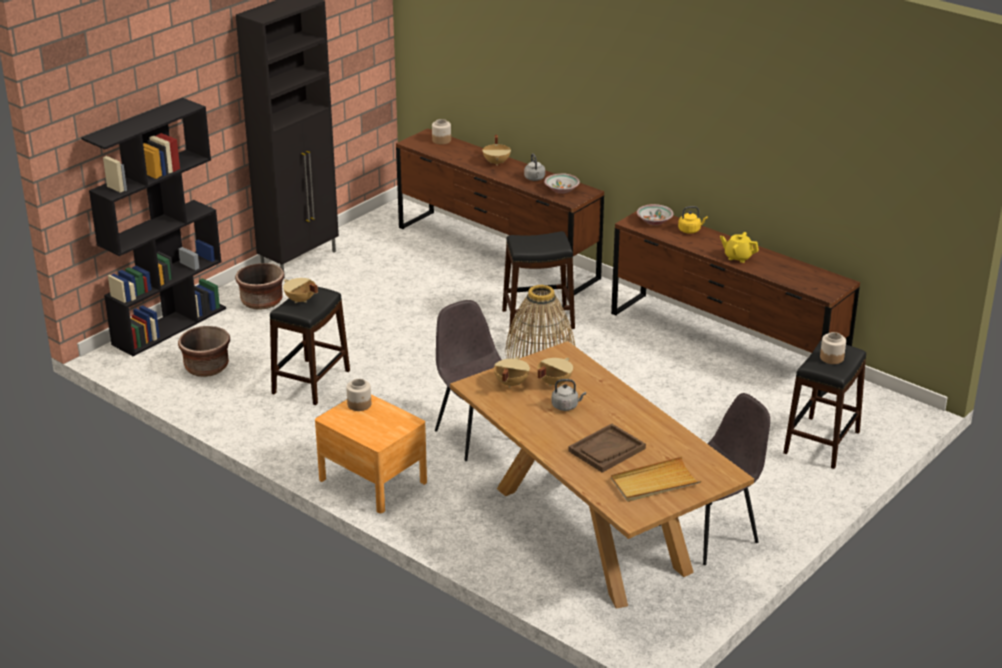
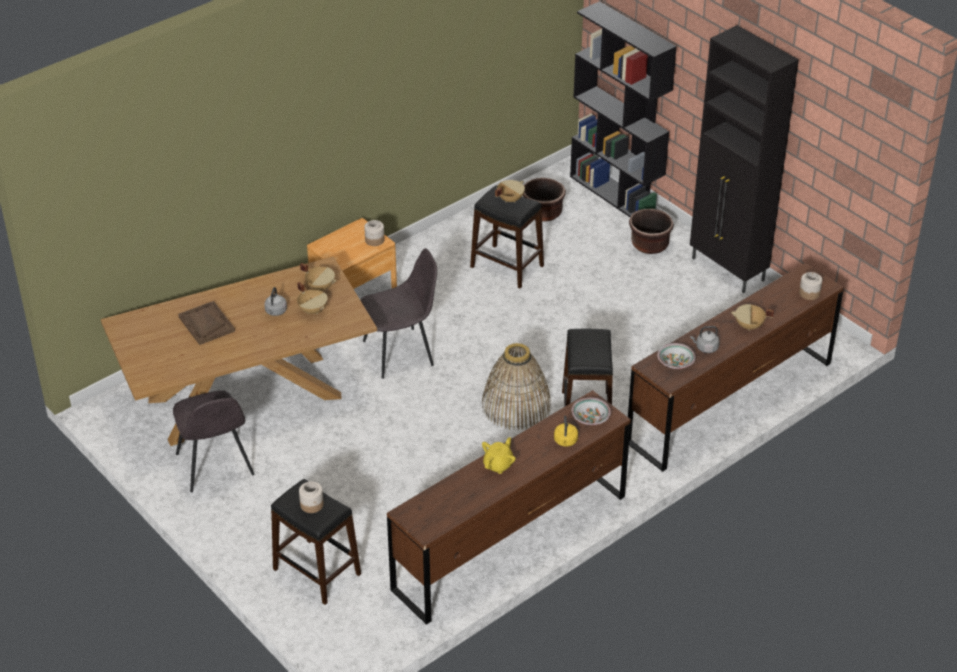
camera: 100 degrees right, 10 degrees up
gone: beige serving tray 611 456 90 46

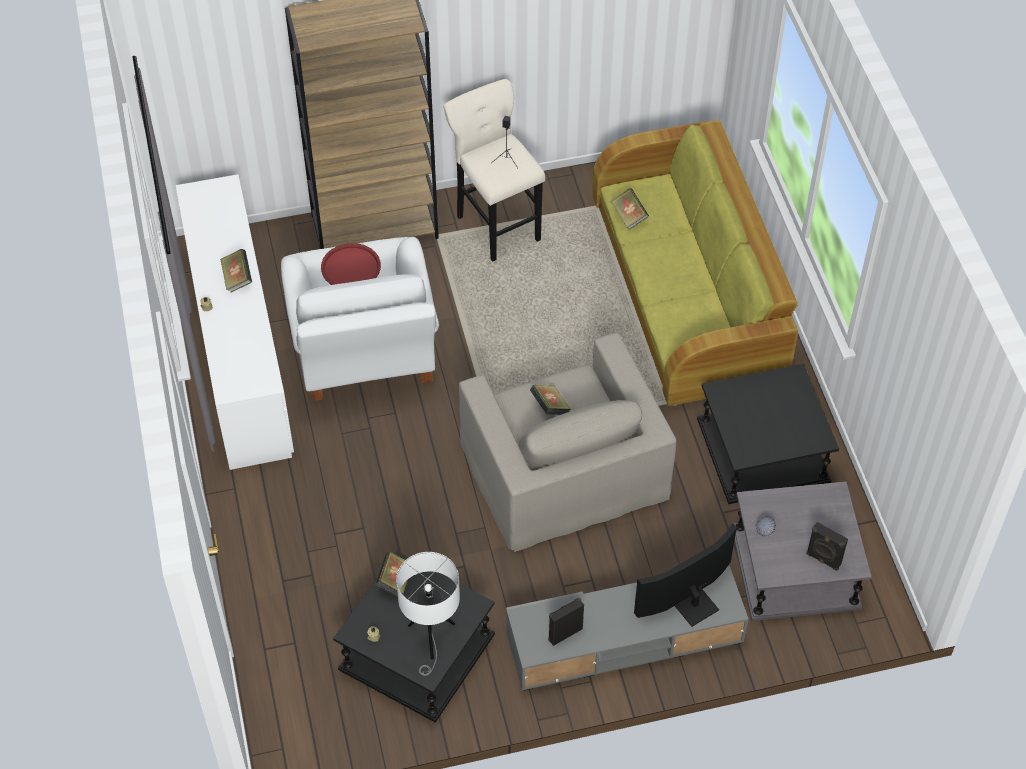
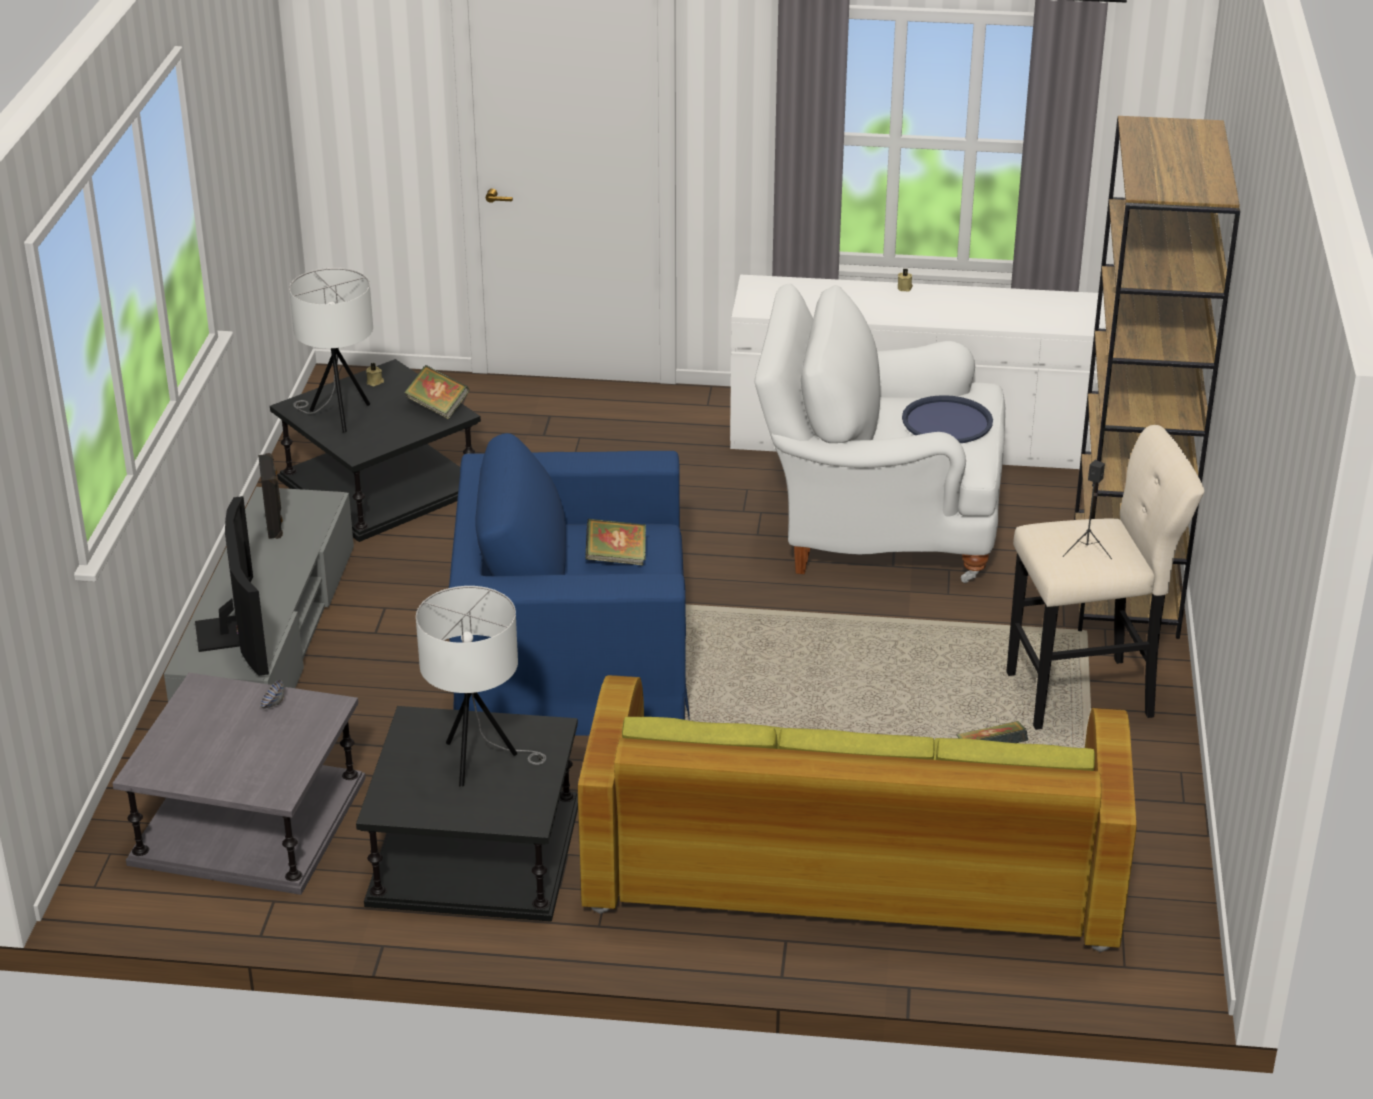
camera: 110 degrees right, 20 degrees down
gone: book 220 249 32 43; black-coloured speaker 806 522 42 49
new: whitish lamp for a table 416 586 130 201
repainted: reddish serving tray 321 243 60 42 to bluish serving tray 902 395 91 48; beige armchair 459 332 218 220 to bluish armchair 449 433 241 303

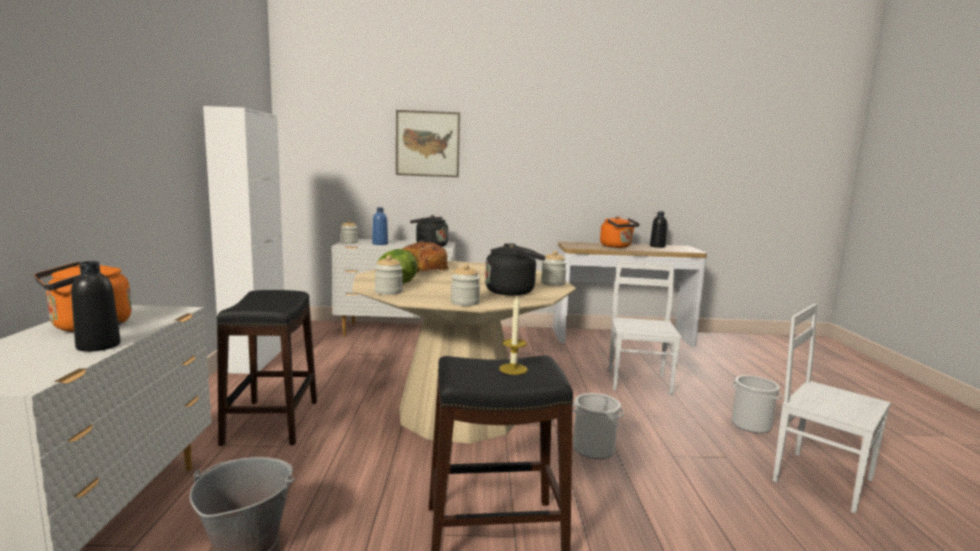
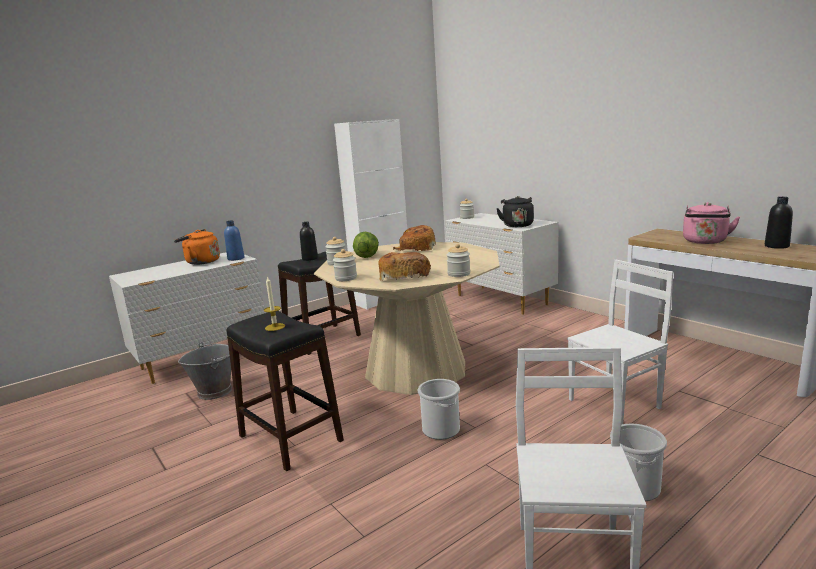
camera: 55 degrees right, 5 degrees up
gone: wall art 396 110 64 67
shifted: black-coloured bottle 71 261 50 91 to 300 222 18 39; bluish bottle 372 207 16 38 to 224 220 20 41
swapped: black-coloured water kettle 485 243 61 53 to baked bread 379 252 52 29
repainted: orange-coloured water kettle 600 216 40 32 to pink-coloured water kettle 683 202 57 42

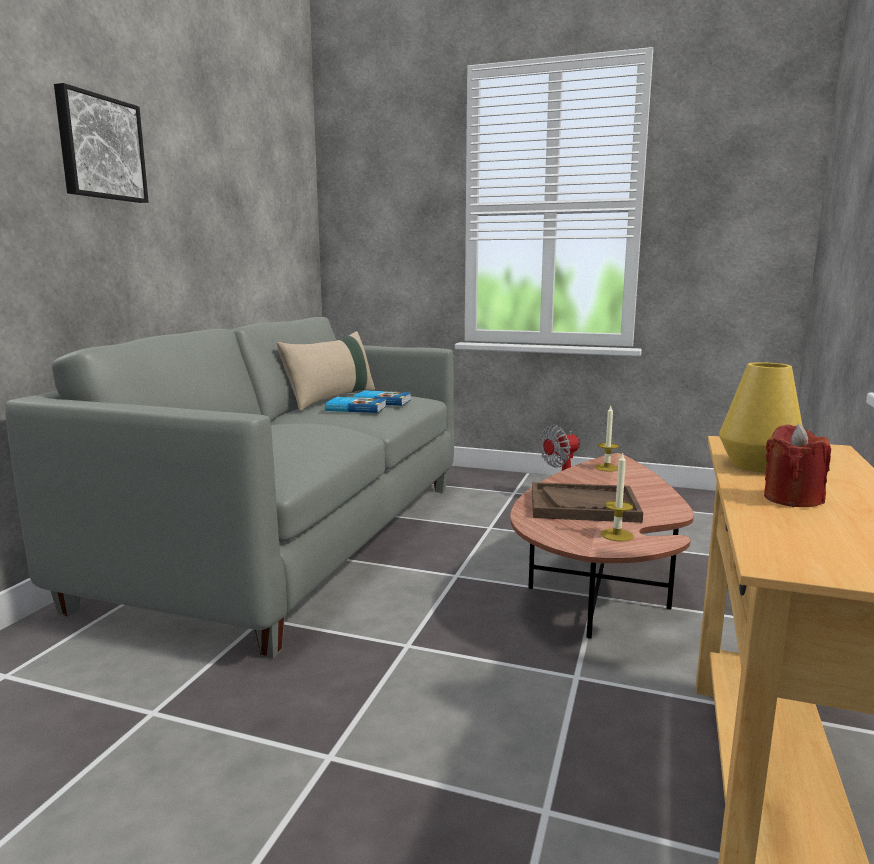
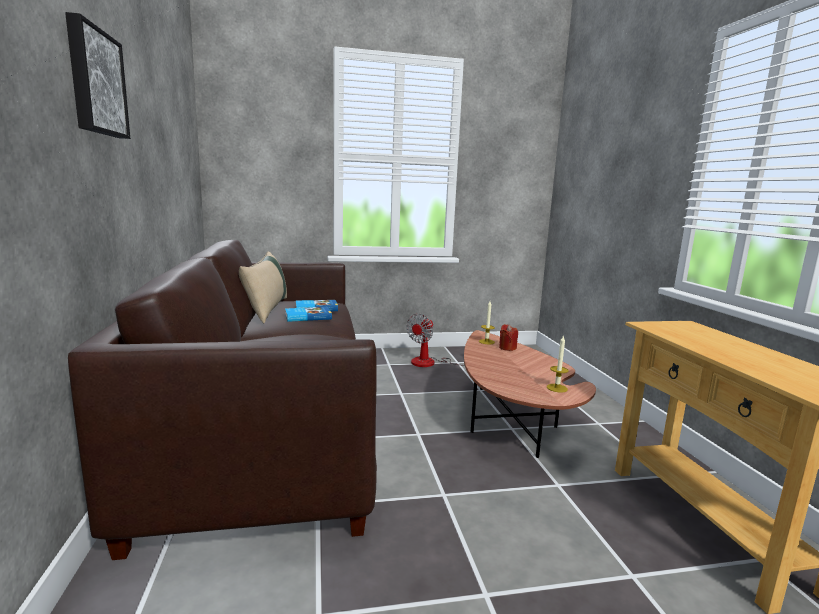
camera: 30 degrees left, 0 degrees up
gone: brownish serving tray 532 482 111 41; yellowish vase 719 362 84 111
shifted: reddish candle 764 424 67 83 to 499 324 19 27
repainted: greyish couch 5 317 449 342 to brownish couch 68 240 309 320

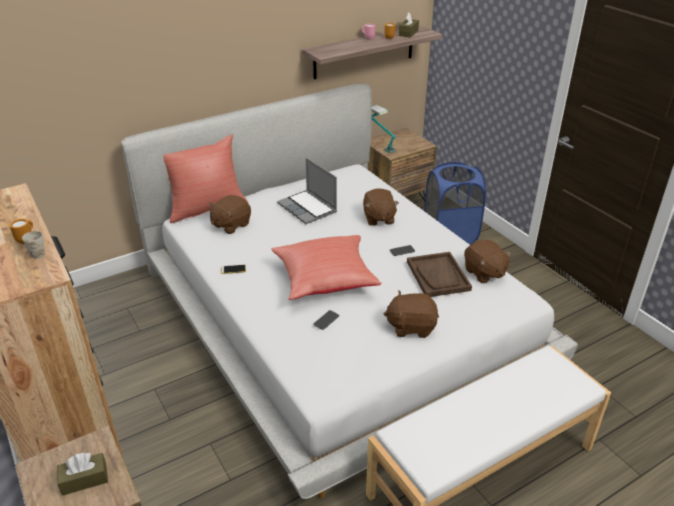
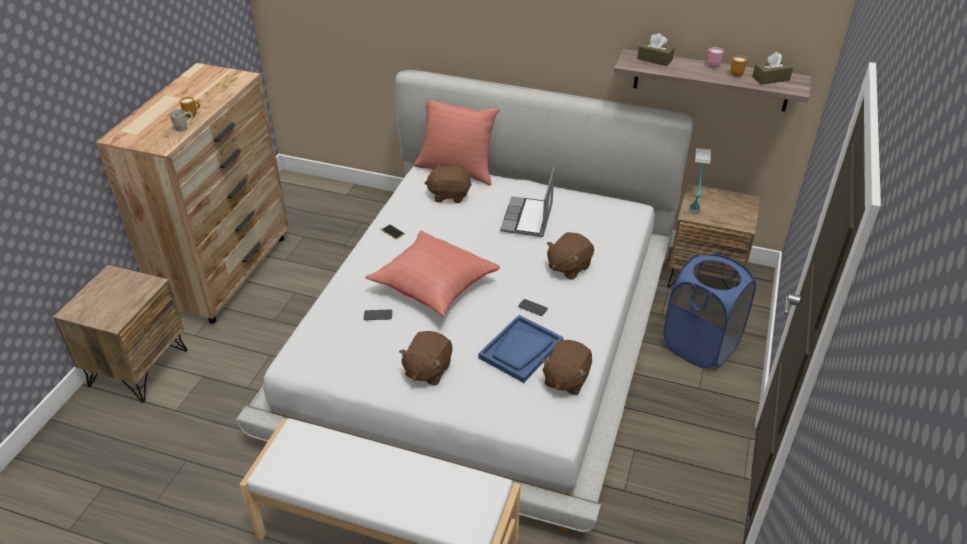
camera: 50 degrees right, 5 degrees up
shifted: brownish tissue holder 57 452 51 44 to 637 33 38 33
repainted: brownish serving tray 407 252 65 45 to bluish serving tray 478 315 85 68
rotated: brownish soft toy 384 290 55 48 = 399 331 54 54 120 degrees counterclockwise

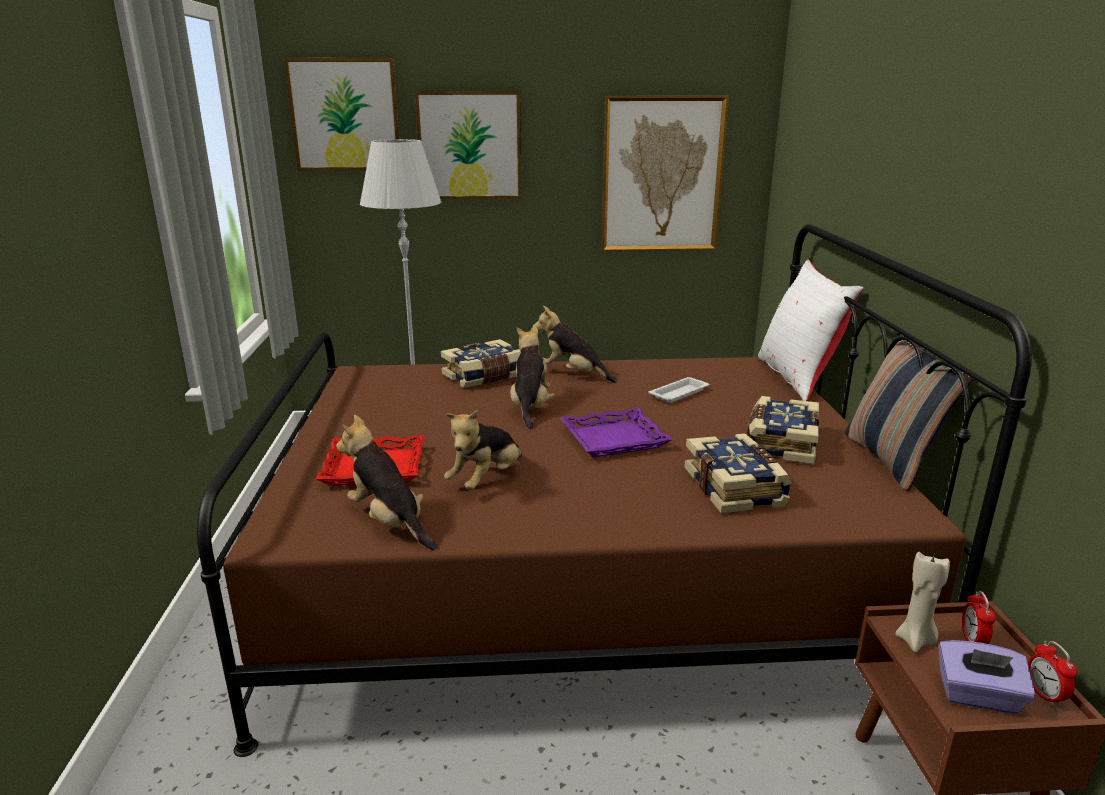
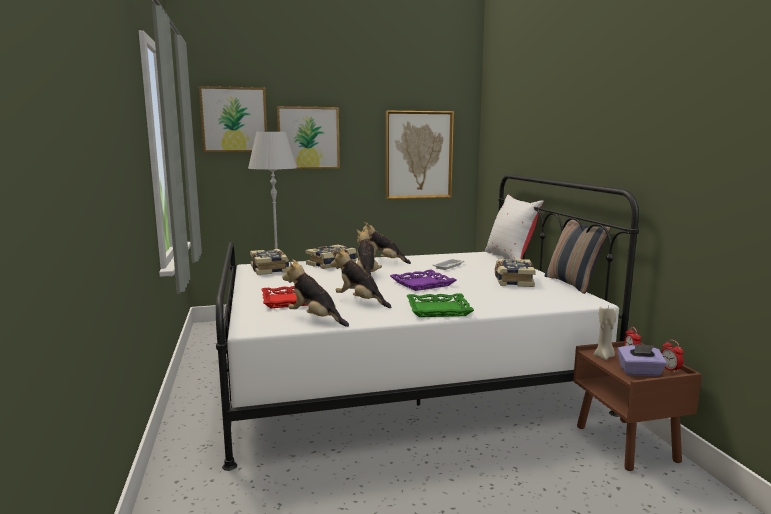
camera: 10 degrees left, 10 degrees down
new: greenish serving tray 407 293 67 24
shifted: book 684 433 108 81 to 250 249 39 26
repainted: brownish sleeping bed 197 224 835 533 to whitish sleeping bed 216 174 423 297
rotated: soft toy 444 410 78 80 = 331 248 60 60 105 degrees clockwise

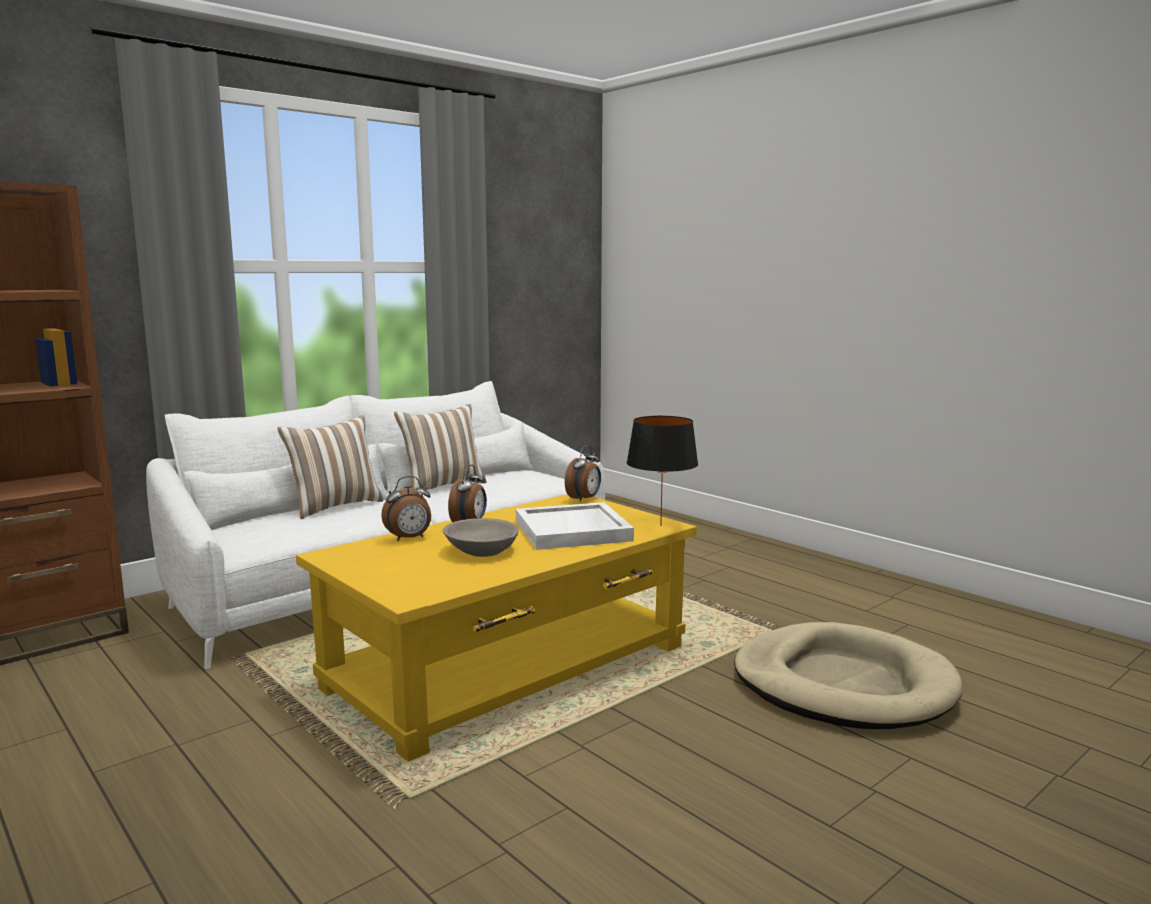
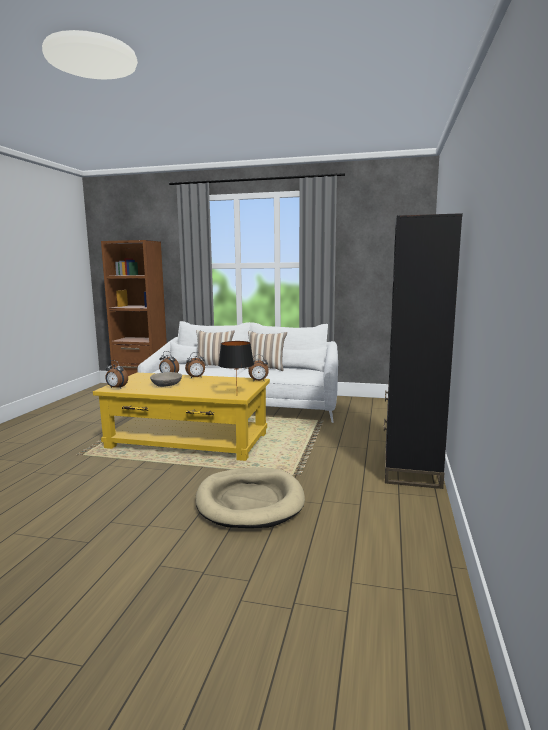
camera: 55 degrees right, 0 degrees up
gone: whitish serving tray 516 502 118 48
new: bedside clock 105 360 23 29; black-coloured bookshelf 384 213 79 276

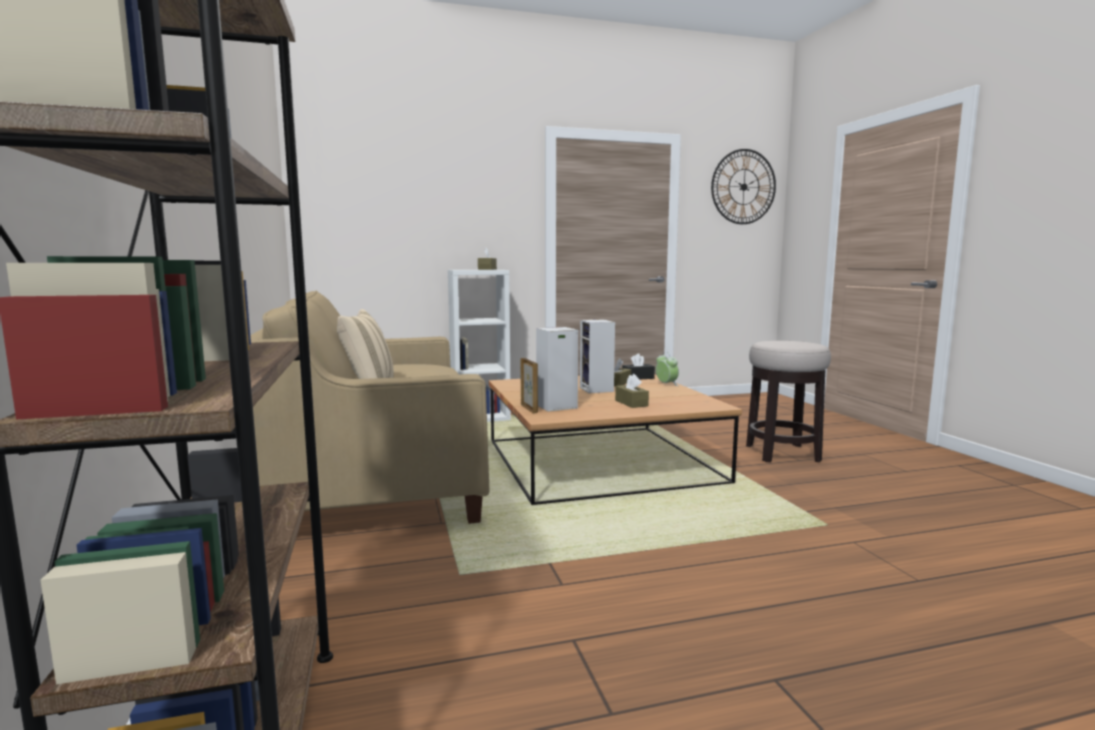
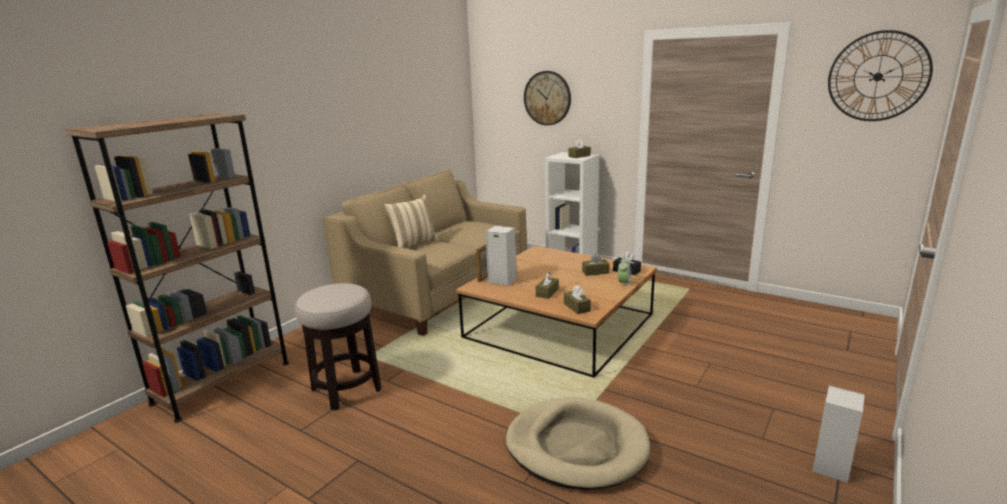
camera: 50 degrees right, 10 degrees up
new: beige dog bed 505 397 145 93; clock on the wall 524 71 47 55; brownish tissue holder 564 285 27 29
shifted: speaker 580 319 35 74 to 812 386 53 97; sitting stool 746 341 85 121 to 295 283 86 127

